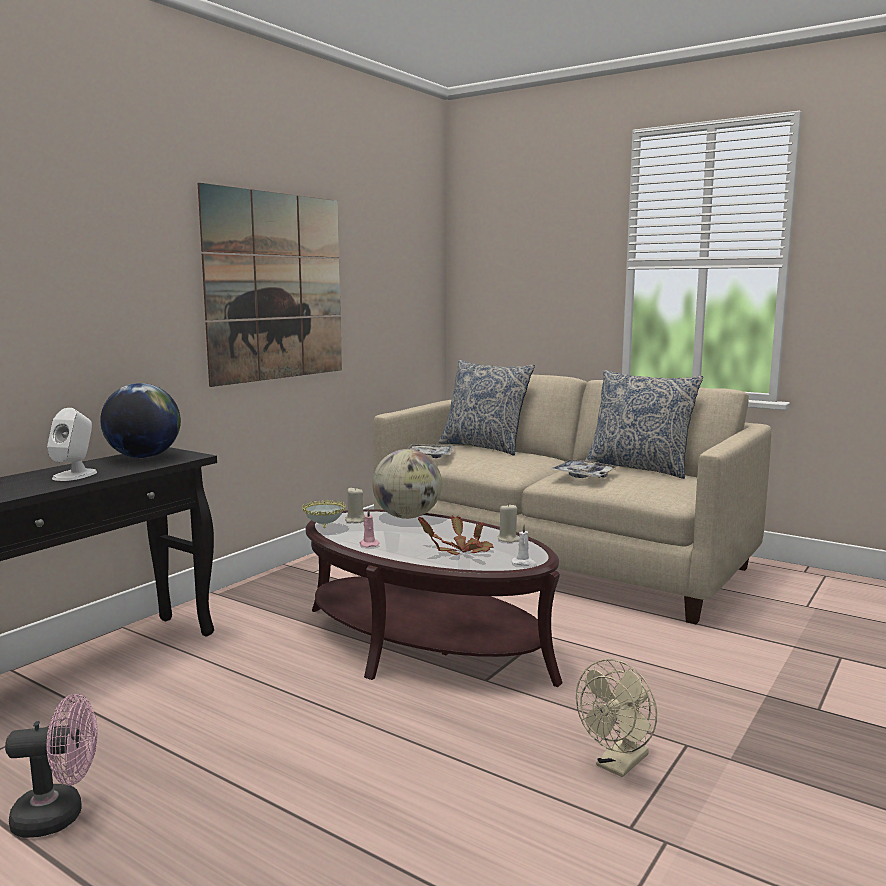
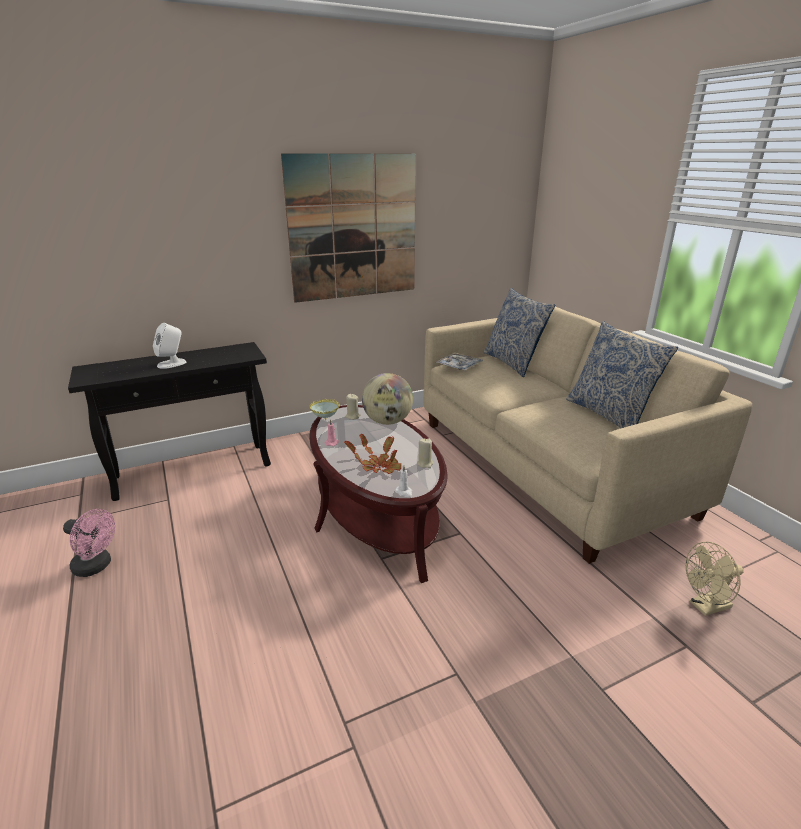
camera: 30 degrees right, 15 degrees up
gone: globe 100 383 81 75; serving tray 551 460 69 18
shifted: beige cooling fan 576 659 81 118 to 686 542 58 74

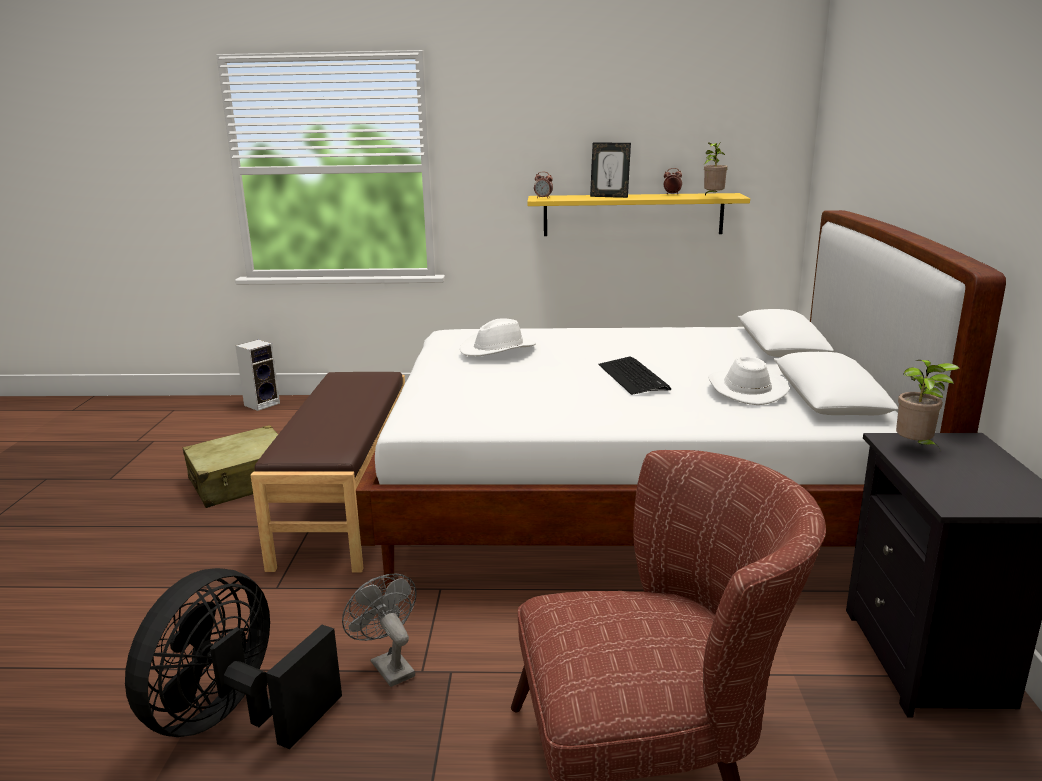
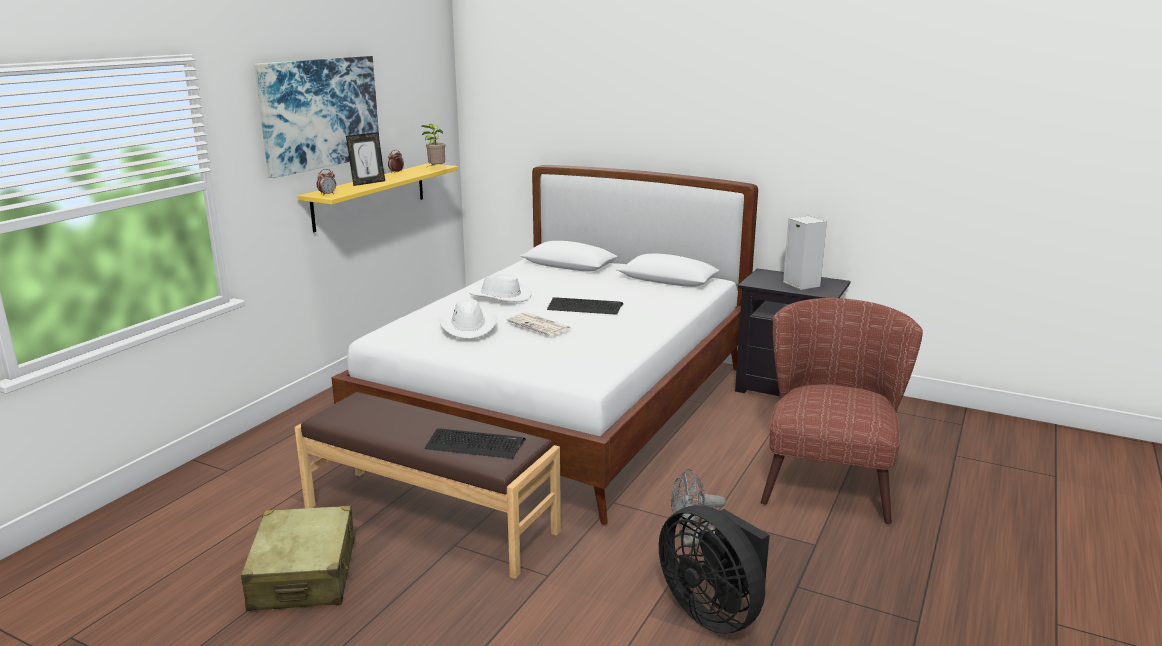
camera: 65 degrees left, 0 degrees up
gone: plant in a pot 896 360 64 89
new: wall art 254 56 125 122; PC keyboard 424 429 102 30; daily paper 506 312 66 24
shifted: speaker 236 340 44 71 to 783 216 44 74; whitish clothing hat 708 357 81 48 to 470 273 61 29

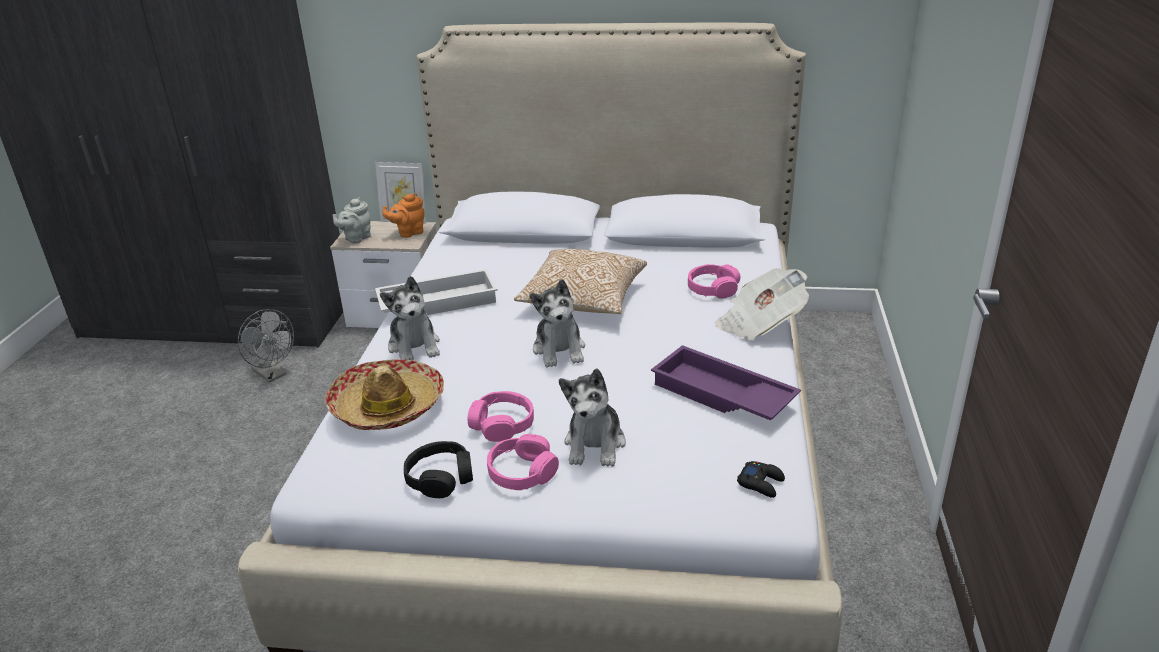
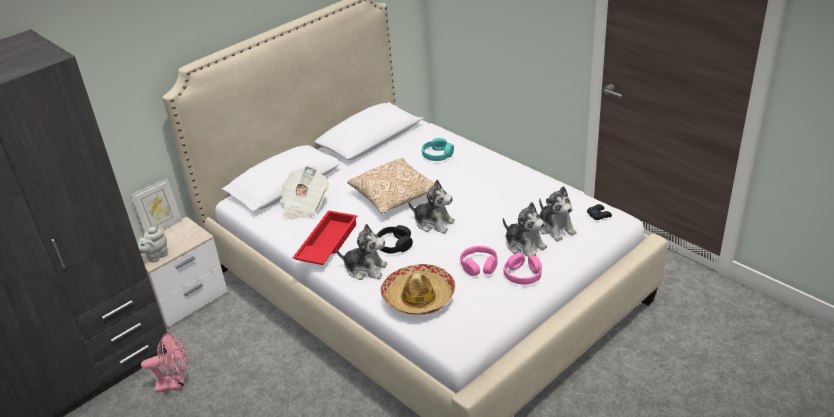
camera: 50 degrees left, 5 degrees up
gone: orange-coloured teapot 383 193 42 45; purple serving tray 651 345 150 75
new: soft toy 539 186 37 56
shifted: black-coloured headset 404 441 69 57 to 377 225 36 29; daily paper 715 268 94 73 to 280 166 49 54
repainted: greyish cooling fan 238 309 56 73 to pink-coloured cooling fan 141 333 47 60; whitish serving tray 375 269 123 46 to reddish serving tray 293 210 64 55; pink-coloured headset 688 264 52 35 to blue-green headset 422 138 32 23
rotated: greyish teapot 332 197 39 46 = 138 225 30 37 60 degrees clockwise

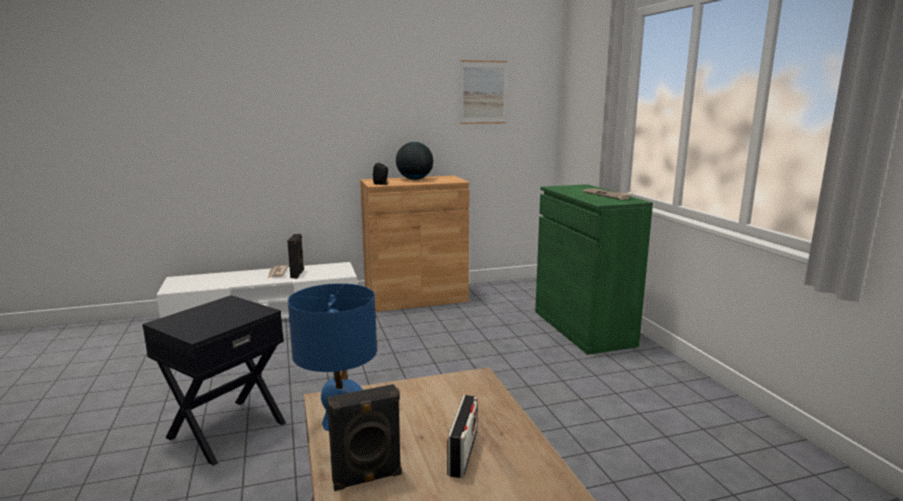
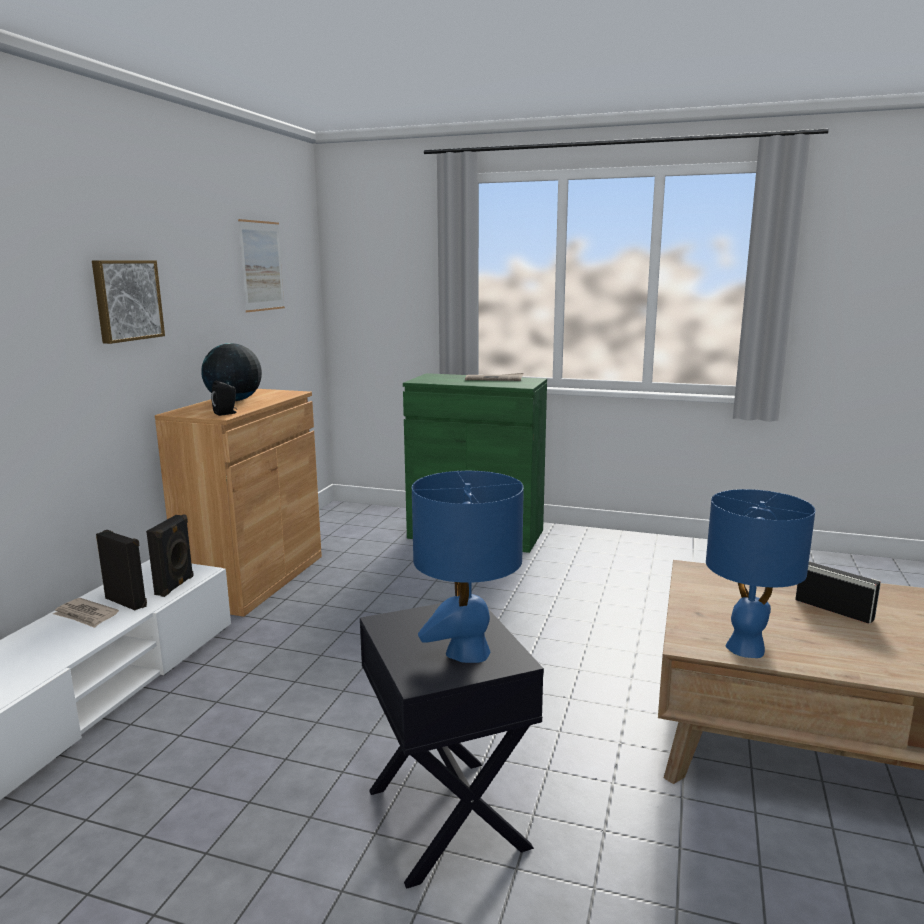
camera: 55 degrees left, 0 degrees up
new: wall art 92 260 73 84; bluish lamp for a table 412 471 112 192
shifted: black-coloured speaker 327 384 75 107 to 146 514 48 83

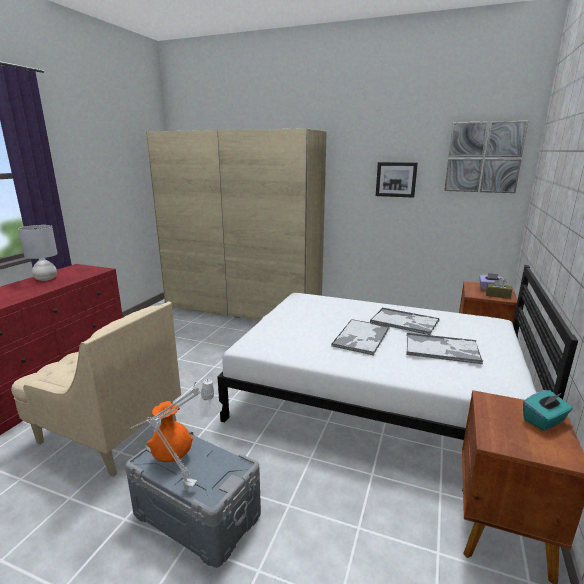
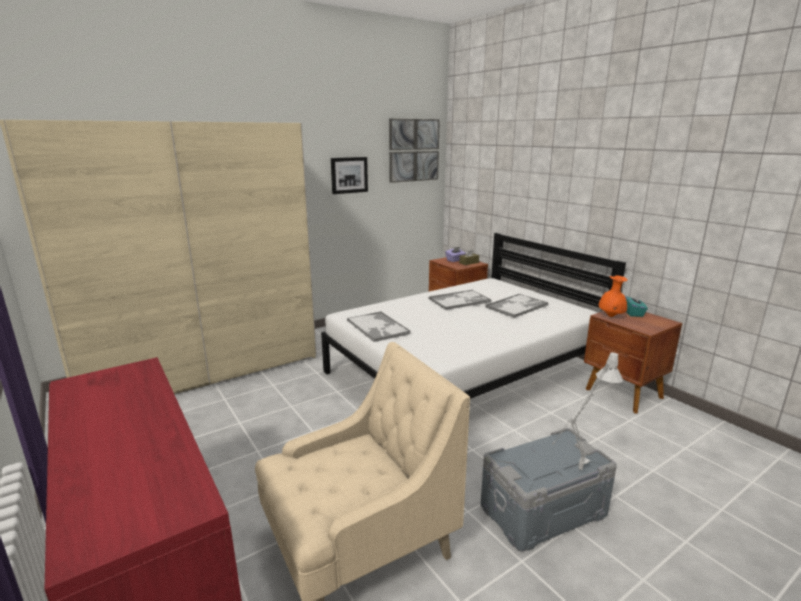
camera: 55 degrees left, 0 degrees up
gone: greyish lamp for a table 18 225 39 56
shifted: orange-coloured vase 147 401 46 61 to 599 275 29 42; serving tray 331 319 59 37 to 347 311 63 31

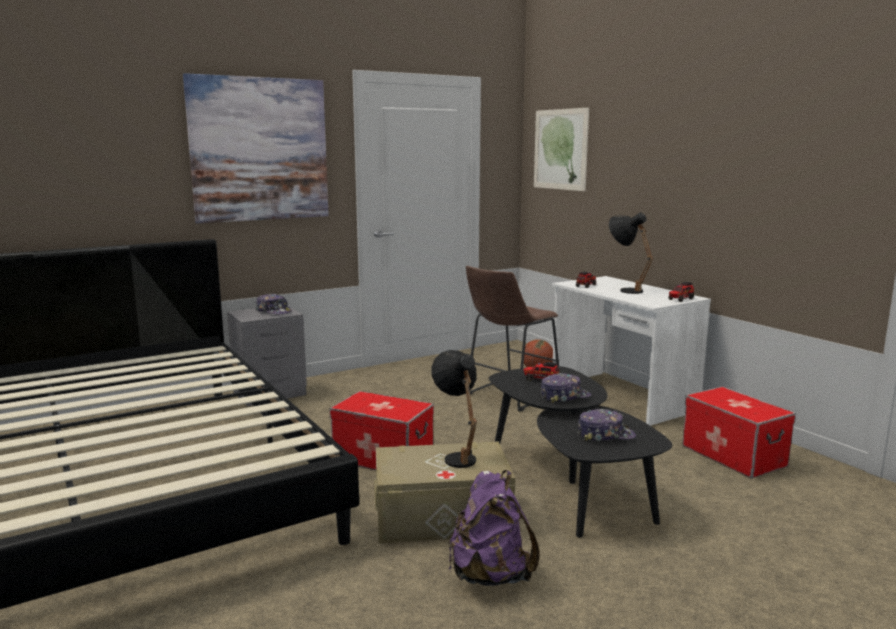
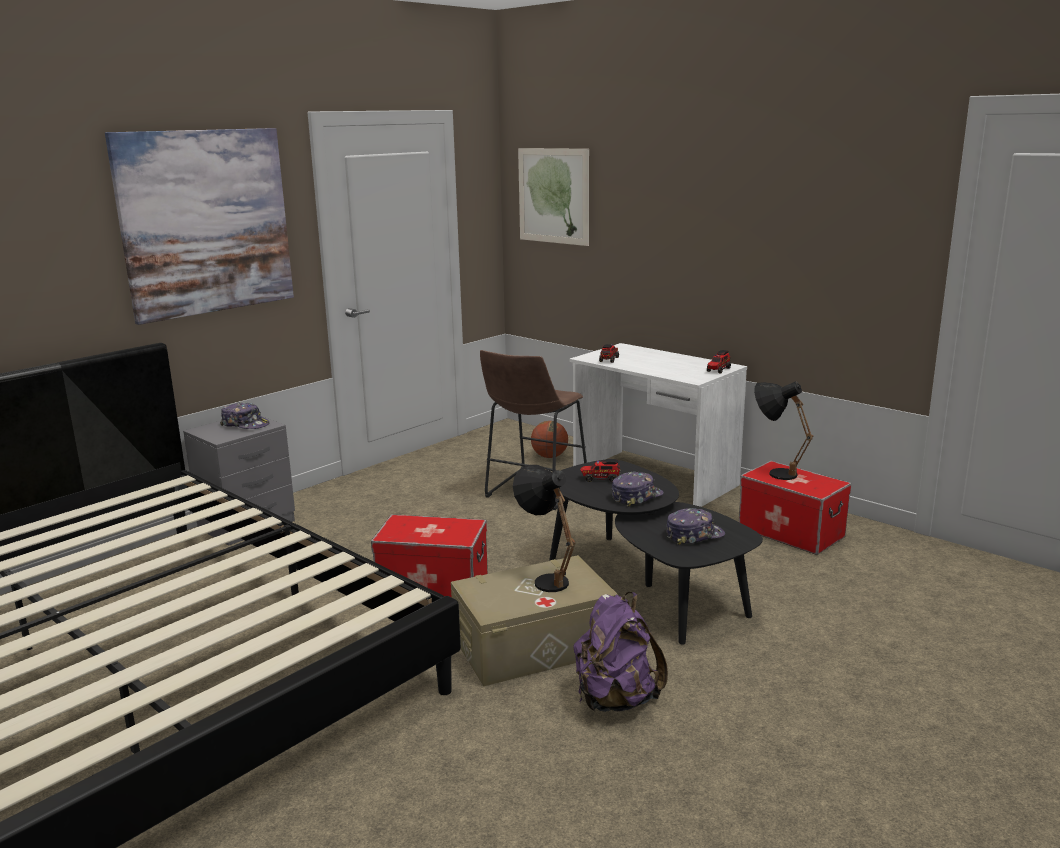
camera: 15 degrees left, 5 degrees up
shifted: black-coloured lamp for a table 609 212 45 82 to 754 381 59 99

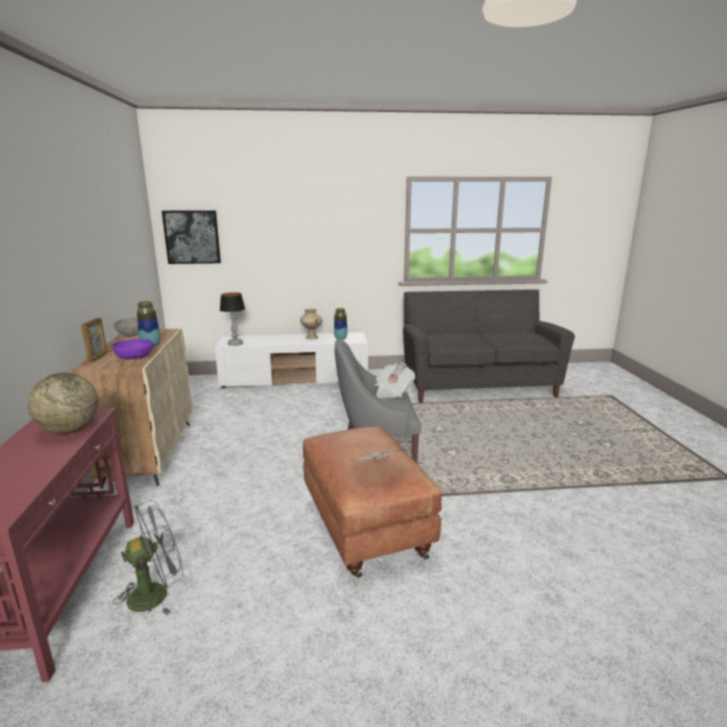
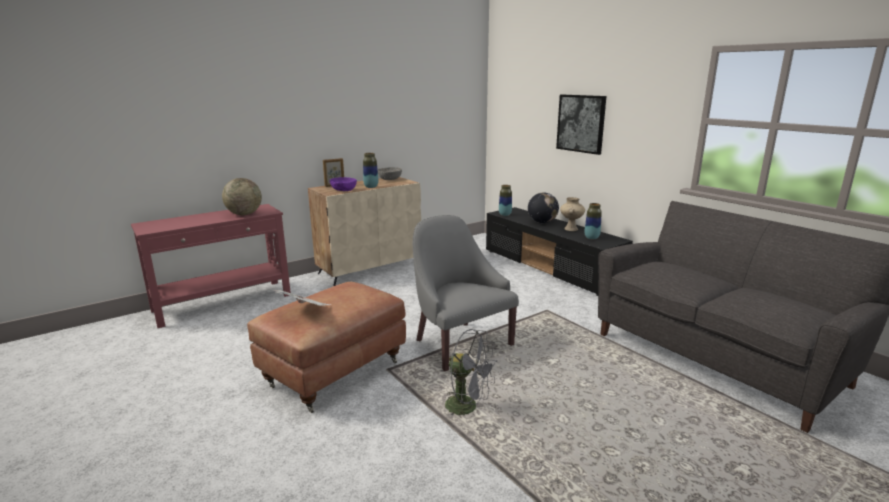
camera: 60 degrees right, 0 degrees up
gone: daily paper 375 363 40 35
new: globe 528 193 31 30
shifted: greyish cooling fan 113 500 70 115 to 445 329 52 86; wall art 162 210 59 54 to 556 95 50 60
swapped: lamp for a table 220 292 25 54 to vase 499 185 13 31
repainted: whitish tv stand 215 332 153 56 to black-coloured tv stand 486 207 147 89

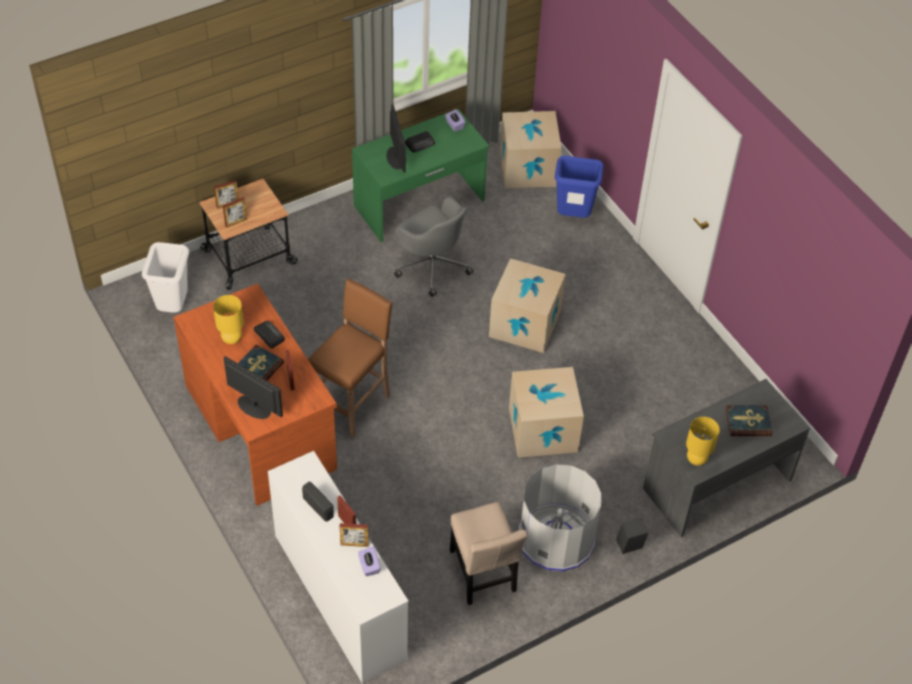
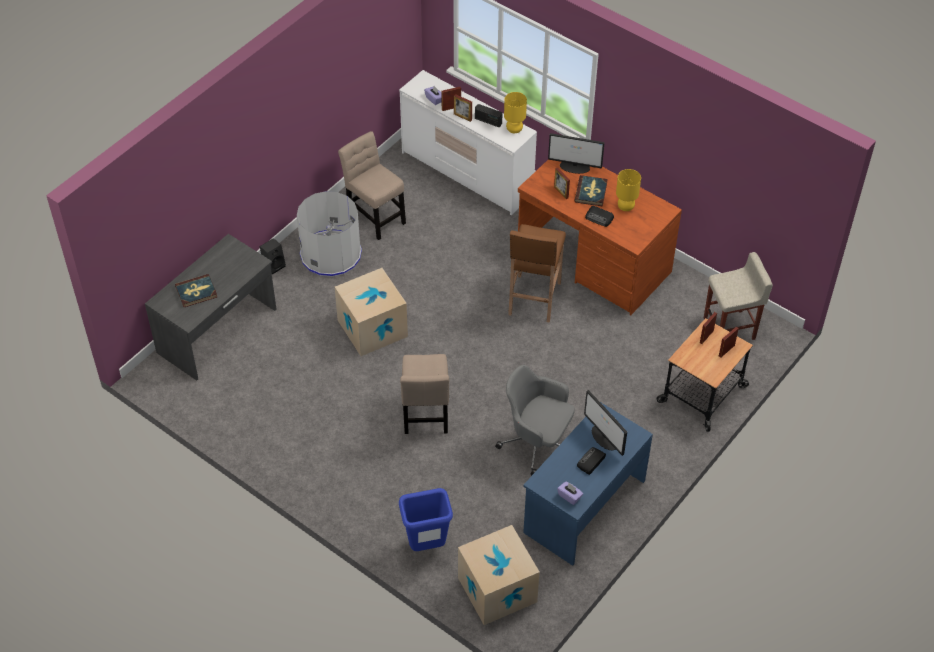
camera: 160 degrees right, 0 degrees up
shifted: yellowish lamp for a table 686 417 34 49 to 504 92 23 41
swapped: whitish rubbish bin 142 242 47 71 to beige sitting stool 704 252 69 88; carton 489 258 77 95 to beige chair 400 354 49 80
repainted: greenish desk table 352 109 137 133 to bluish desk table 523 402 130 164

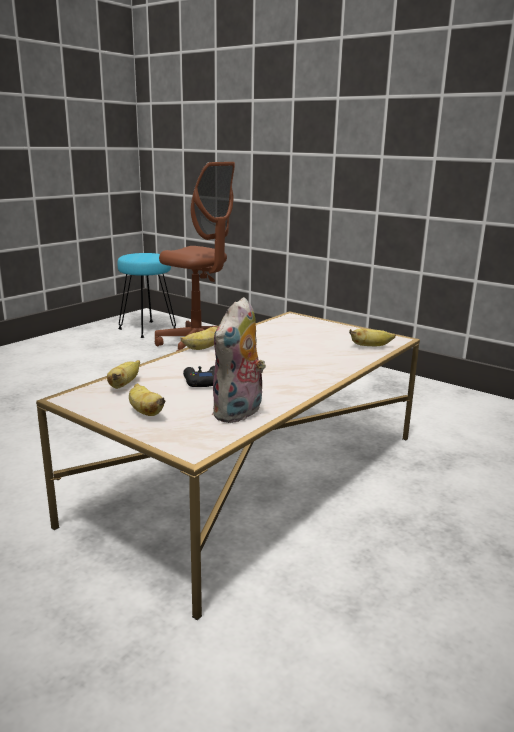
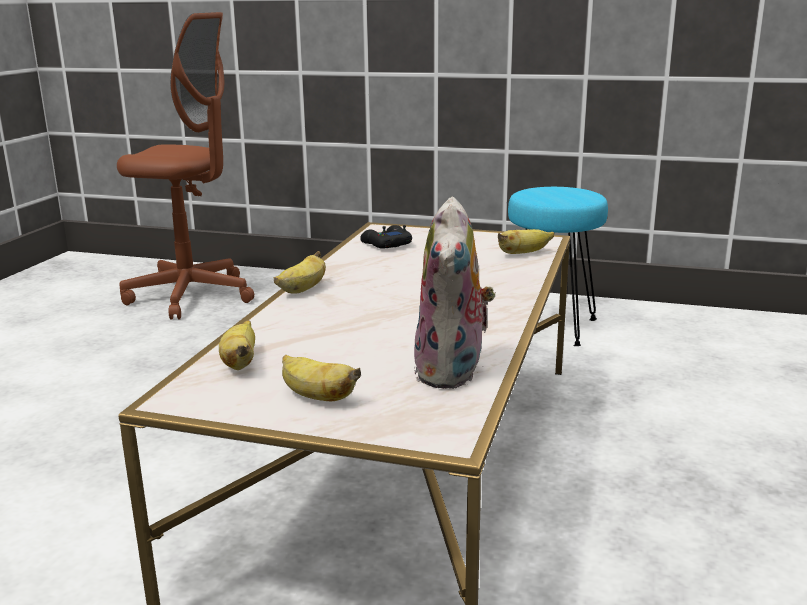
camera: 20 degrees left, 0 degrees up
shifted: blue-green sitting stool 117 253 59 85 to 508 187 100 159; black-coloured game controller 183 366 32 21 to 360 225 52 24

